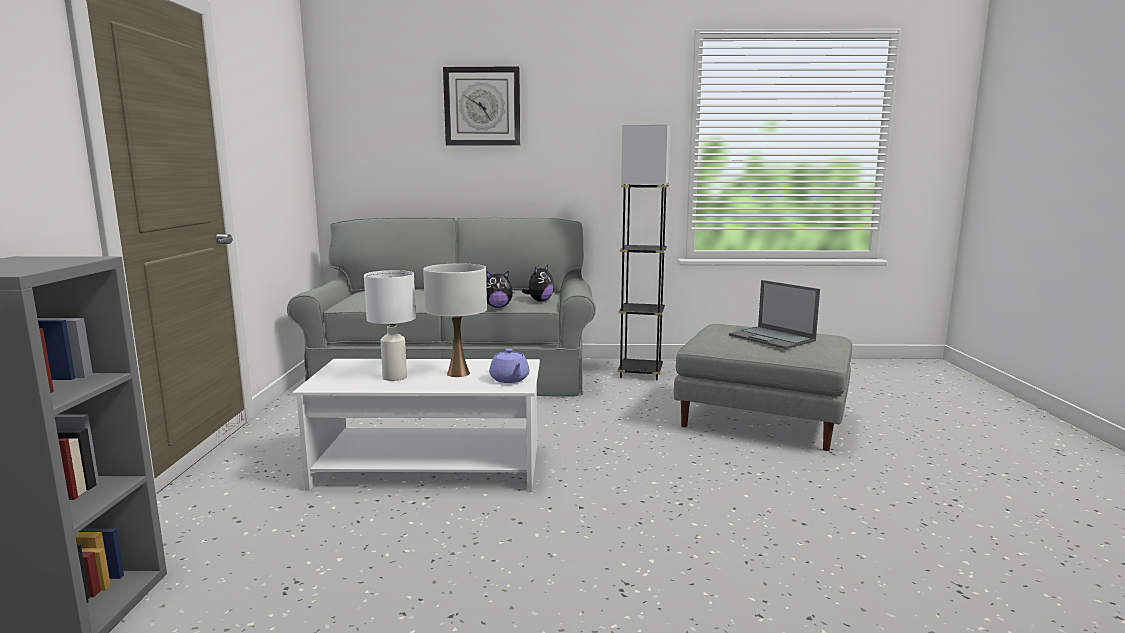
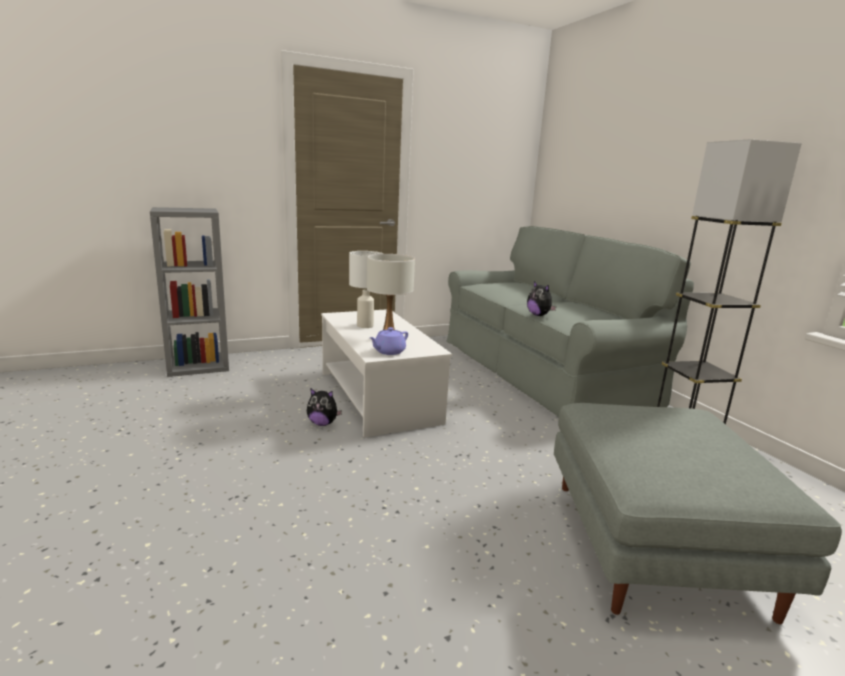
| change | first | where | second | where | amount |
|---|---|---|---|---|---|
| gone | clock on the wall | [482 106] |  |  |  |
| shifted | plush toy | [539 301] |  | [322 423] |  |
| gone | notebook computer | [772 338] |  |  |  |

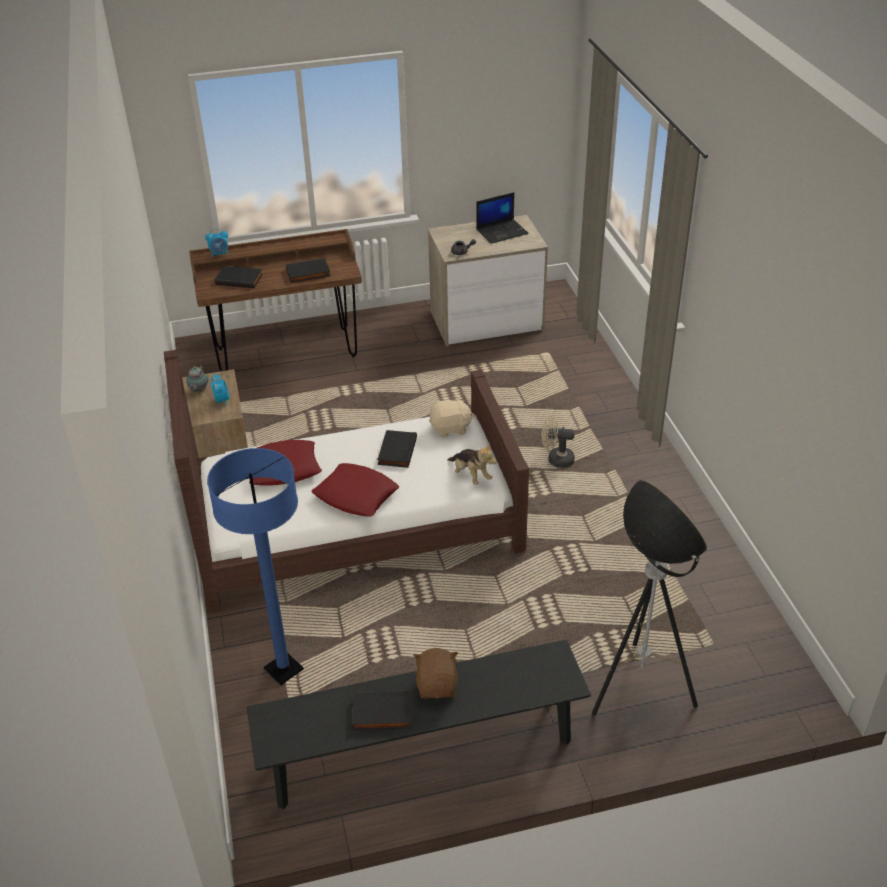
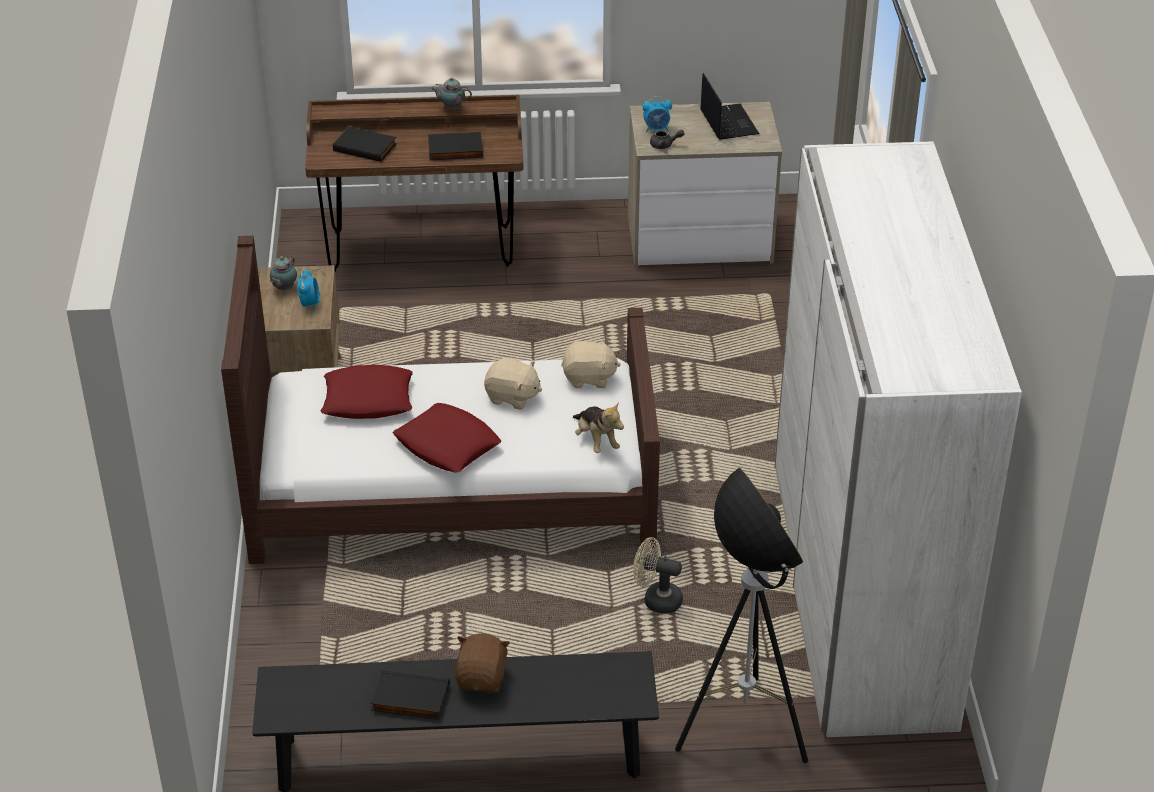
| change | first | where | second | where | amount |
|---|---|---|---|---|---|
| rotated | notebook computer | [502 231] |  | [728 122] | 90 degrees counterclockwise |
| shifted | table clock | [219 254] |  | [656 129] |  |
| shifted | beige fan | [556 459] |  | [656 599] |  |
| swapped | blackish volume | [396 451] | beige plush toy | [512 397] |  |
| gone | bluish floor lamp | [283 669] |  |  |  |
| new |  |  | teapot | [451 108] |  |
| new |  |  | white-coloured armoire | [860 593] |  |

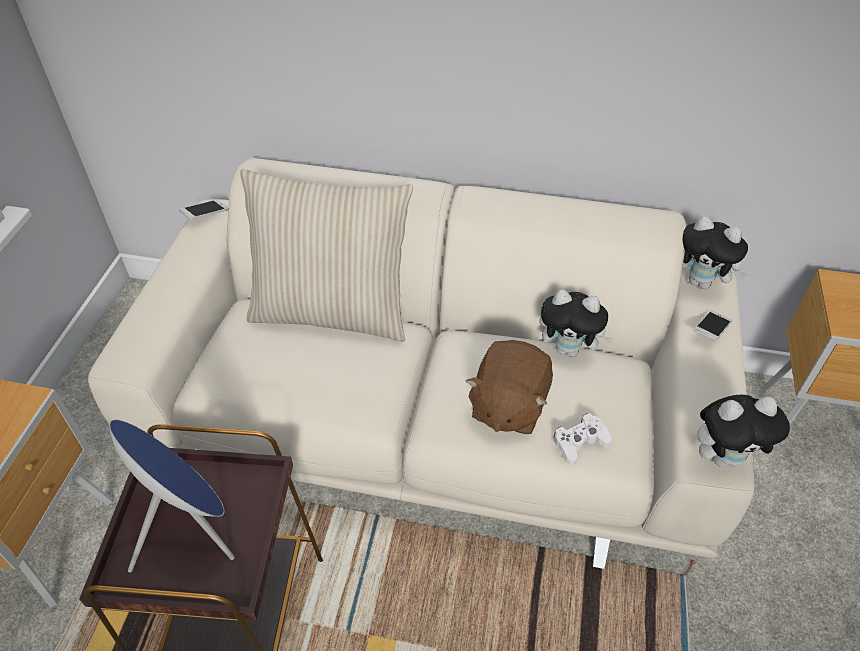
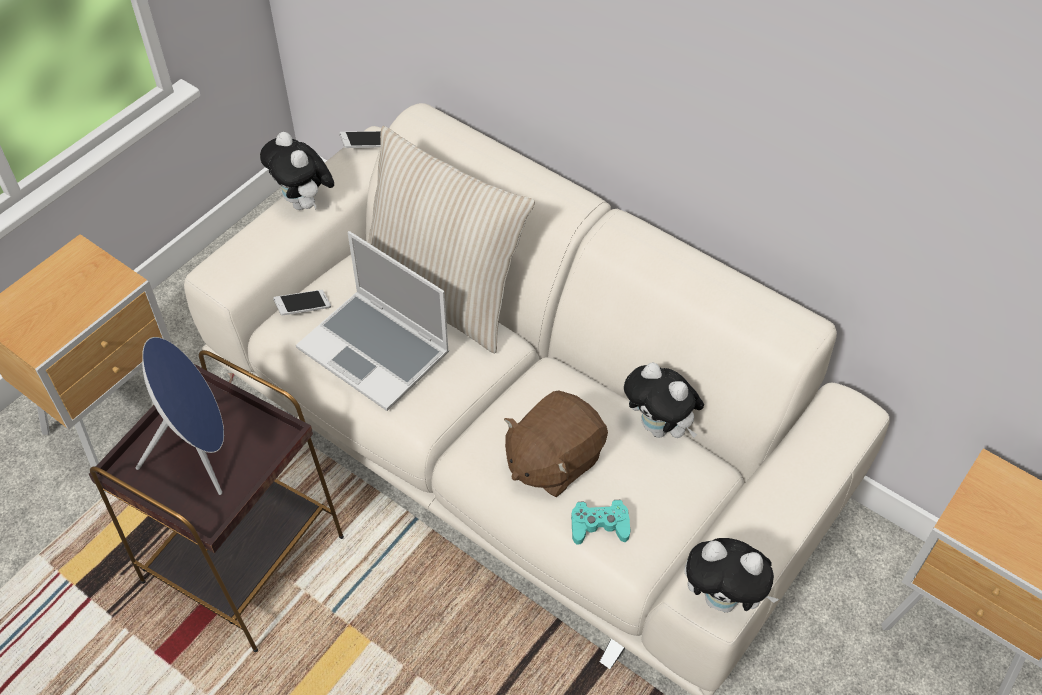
| change | first | where | second | where | amount |
|---|---|---|---|---|---|
| shifted | plush toy | [702 282] |  | [304 203] |  |
| shifted | telephone | [711 330] |  | [303 307] |  |
| repainted | white-coloured game controller | [580 442] | turquoise game controller | [599 526] |  |
| new |  |  | notebook computer | [376 351] |  |

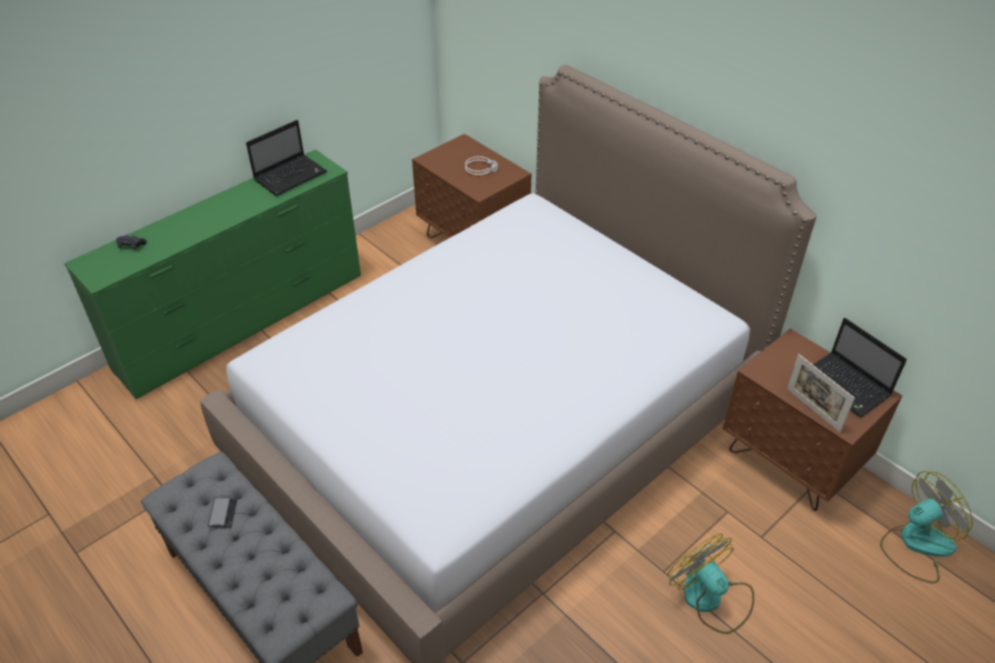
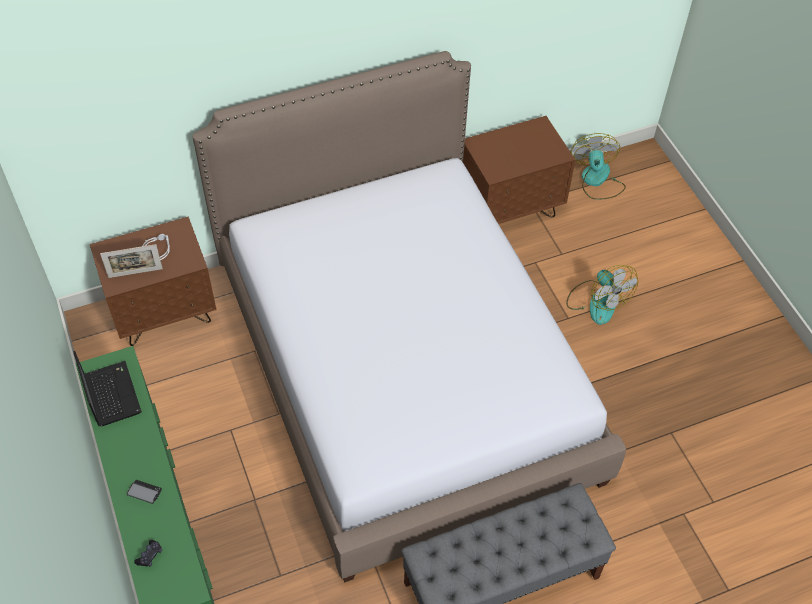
| change | first | where | second | where | amount |
|---|---|---|---|---|---|
| gone | notebook computer | [847 386] |  |  |  |
| shifted | standing frame | [813 409] |  | [135 273] |  |
| shifted | telephone | [223 513] |  | [144 492] |  |
| rotated | fan | [710 598] |  | [597 302] | 105 degrees counterclockwise |

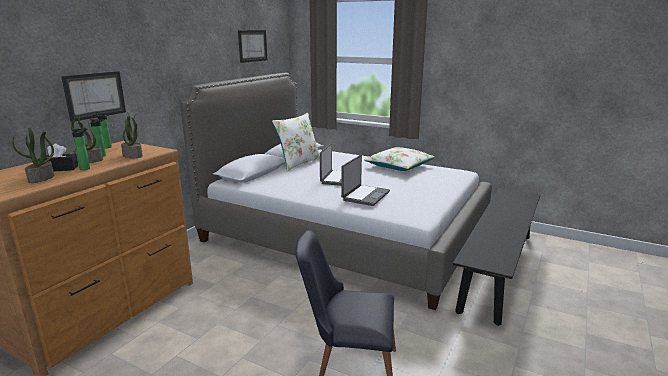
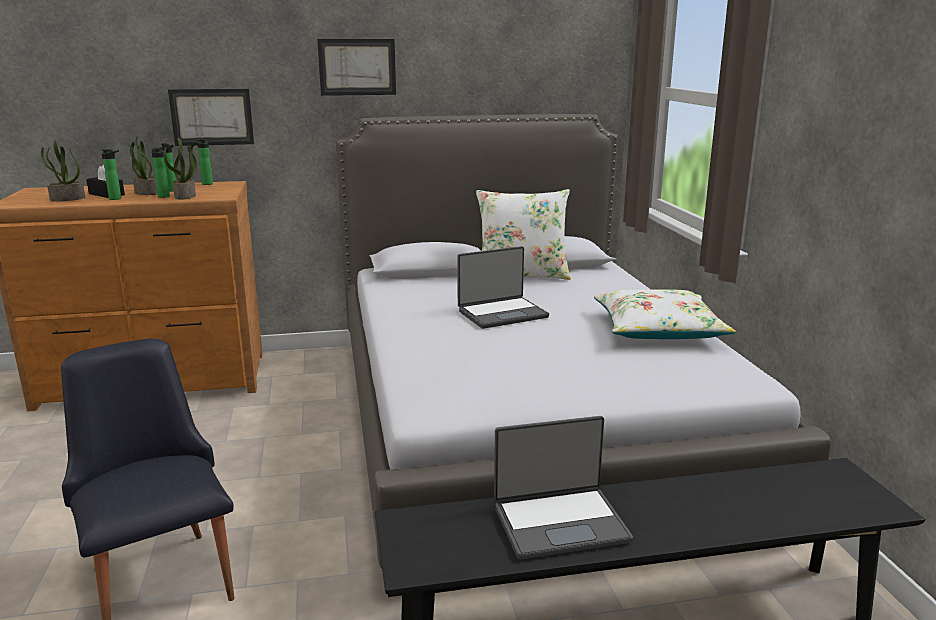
| change | first | where | second | where | amount |
|---|---|---|---|---|---|
| shifted | wall art | [252 46] |  | [357 67] |  |
| shifted | notebook computer | [365 196] |  | [560 522] |  |
| new |  |  | drink bottle | [163 196] |  |

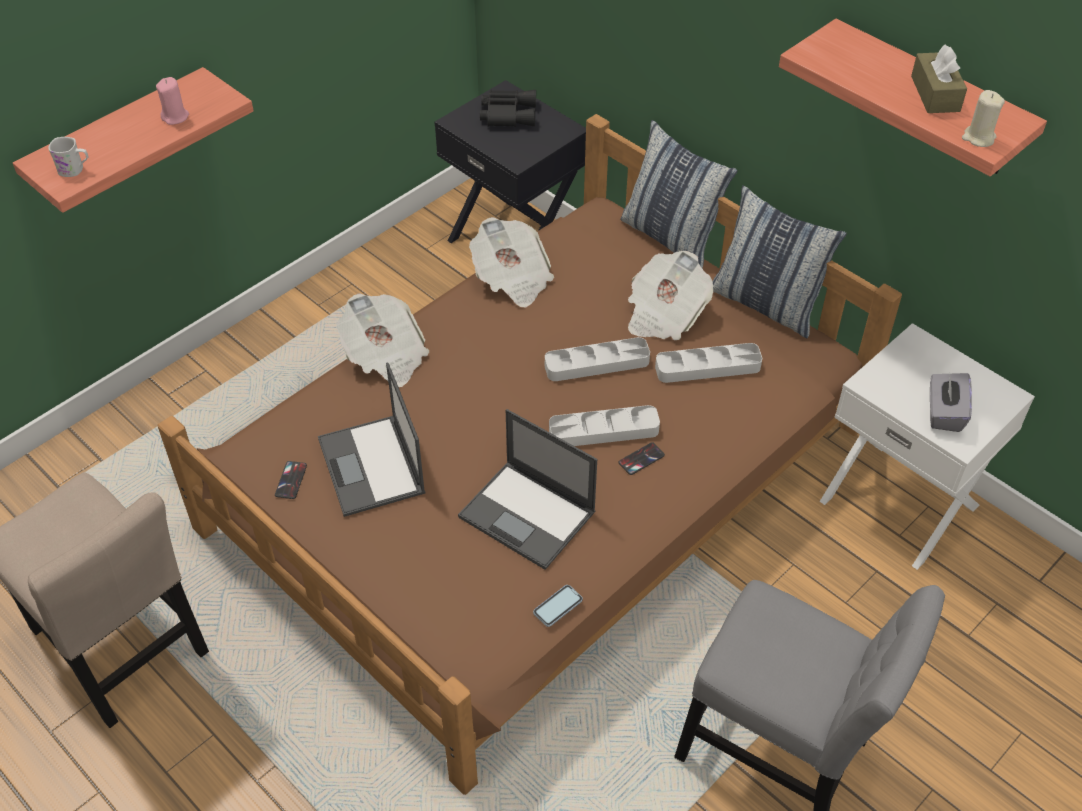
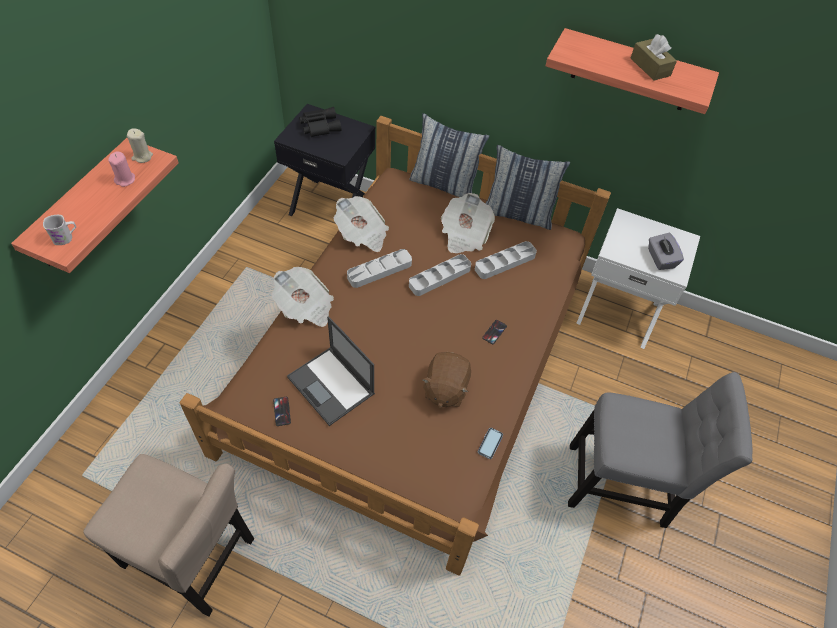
| change | first | where | second | where | amount |
|---|---|---|---|---|---|
| shifted | beige wax candle | [978 138] |  | [142 157] |  |
| shifted | grey tray | [603 431] |  | [379 270] |  |
| swapped | notebook computer | [528 515] | brownish plush toy | [445 389] |  |

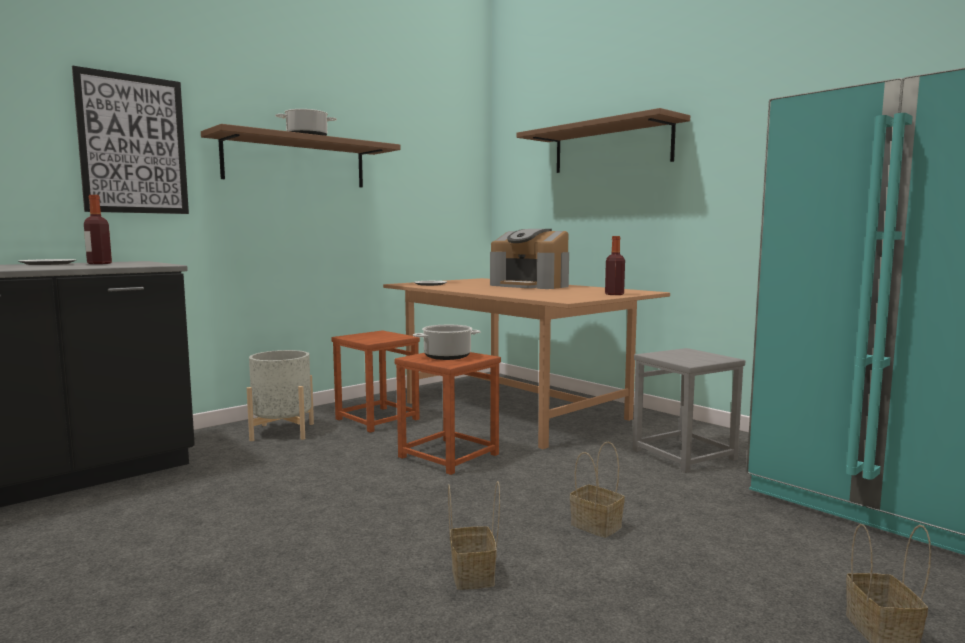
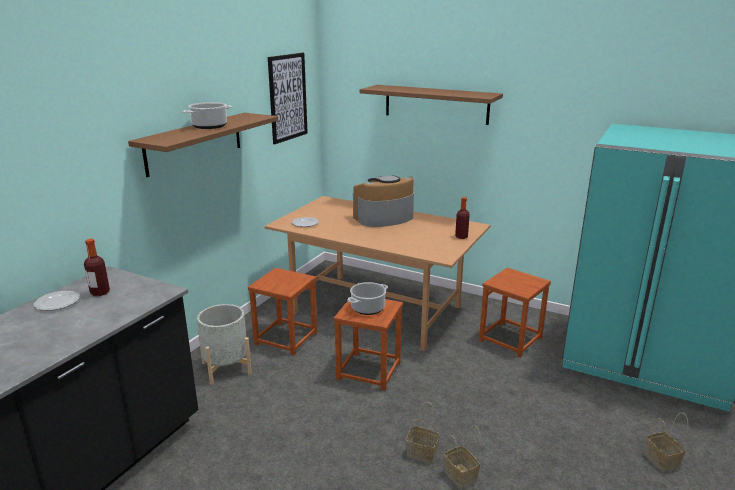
| change | first | where | second | where | amount |
|---|---|---|---|---|---|
| shifted | wall art | [133 144] |  | [287 97] |  |
| rotated | coffee machine | [531 285] |  | [383 218] | 135 degrees clockwise |
| repainted | grey sitting stool | [684 455] | brownish sitting stool | [510 339] |  |
| shifted | household basket | [594 525] |  | [421 453] |  |

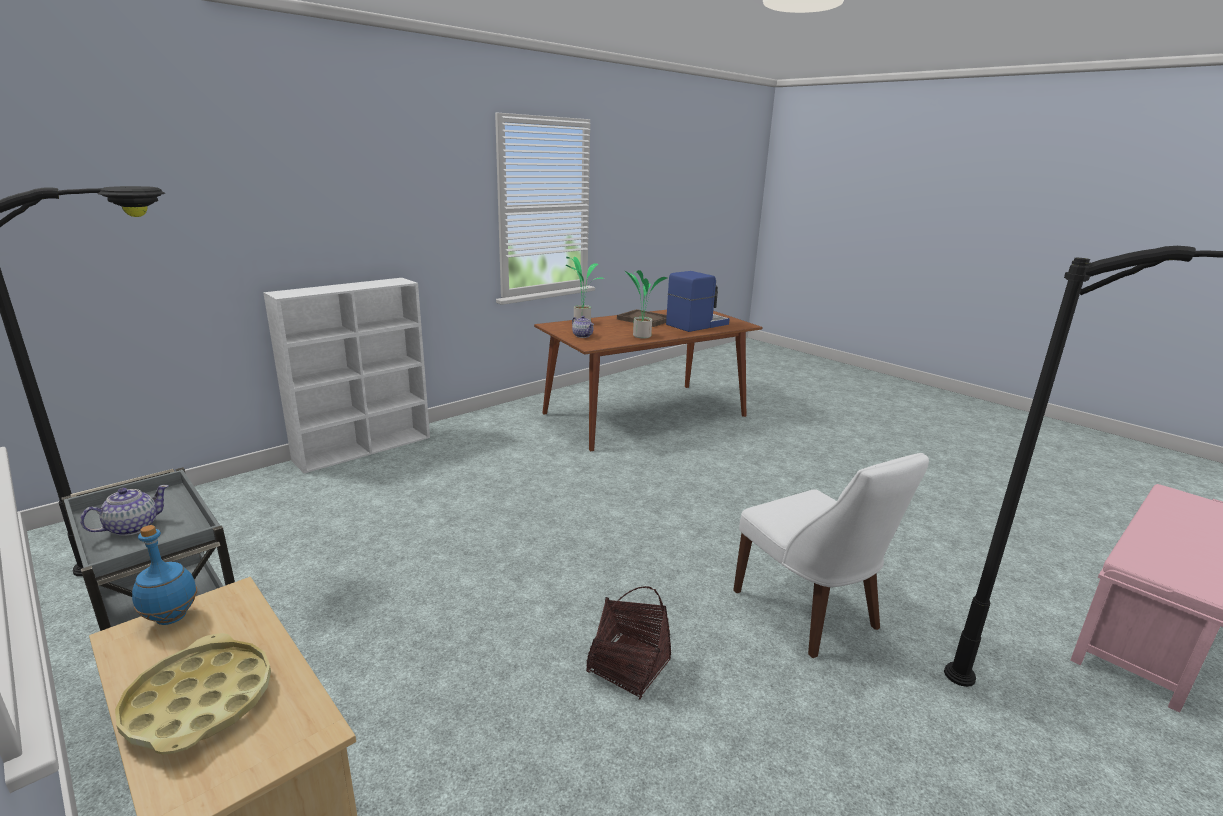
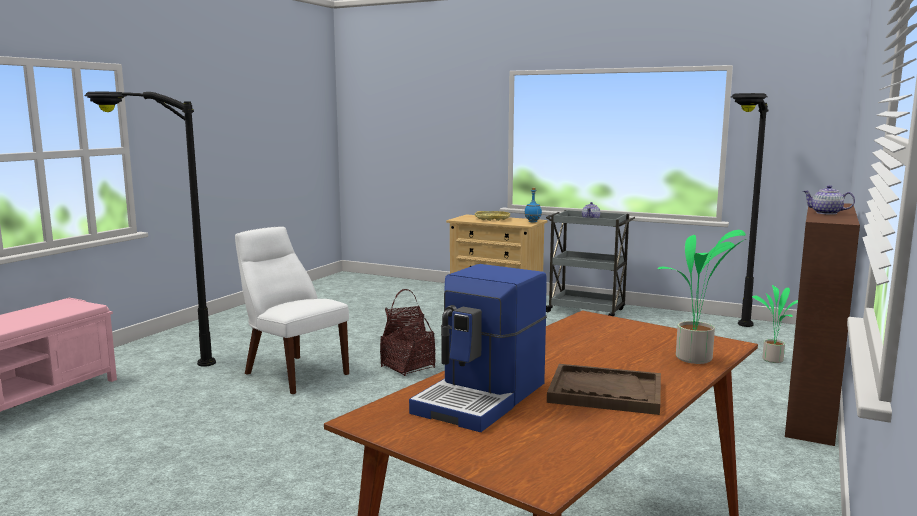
| change | first | where | second | where | amount |
|---|---|---|---|---|---|
| shifted | plant in a pot | [640 336] |  | [773 360] |  |
| repainted | white-coloured bookcase | [365 448] | brownish bookcase | [811 410] |  |
| shifted | teapot | [582 335] |  | [826 213] |  |
| new |  |  | household basket | [408 367] |  |

